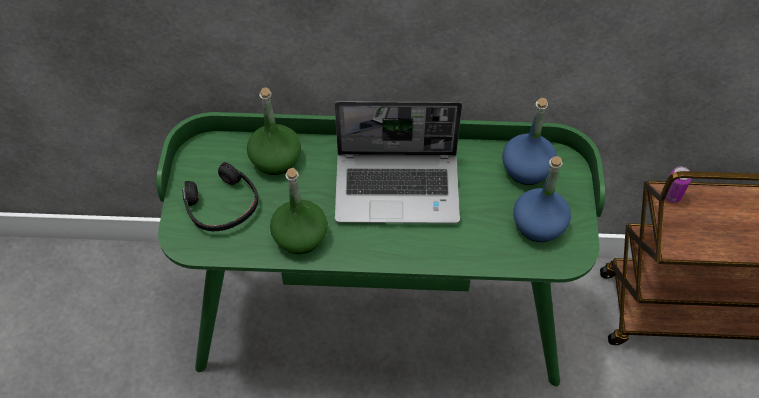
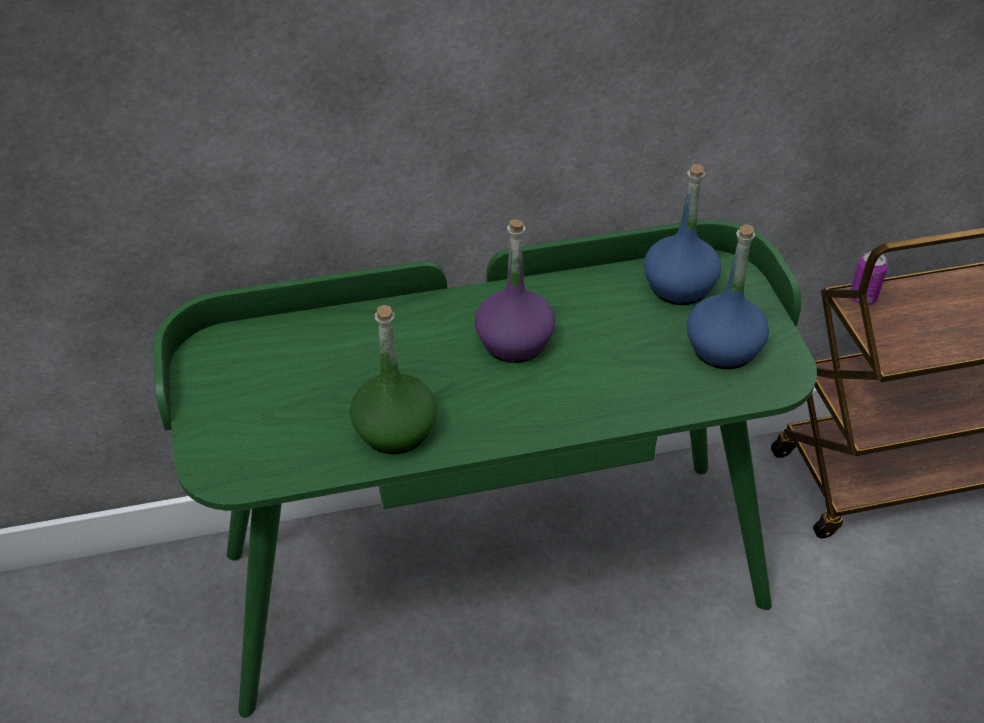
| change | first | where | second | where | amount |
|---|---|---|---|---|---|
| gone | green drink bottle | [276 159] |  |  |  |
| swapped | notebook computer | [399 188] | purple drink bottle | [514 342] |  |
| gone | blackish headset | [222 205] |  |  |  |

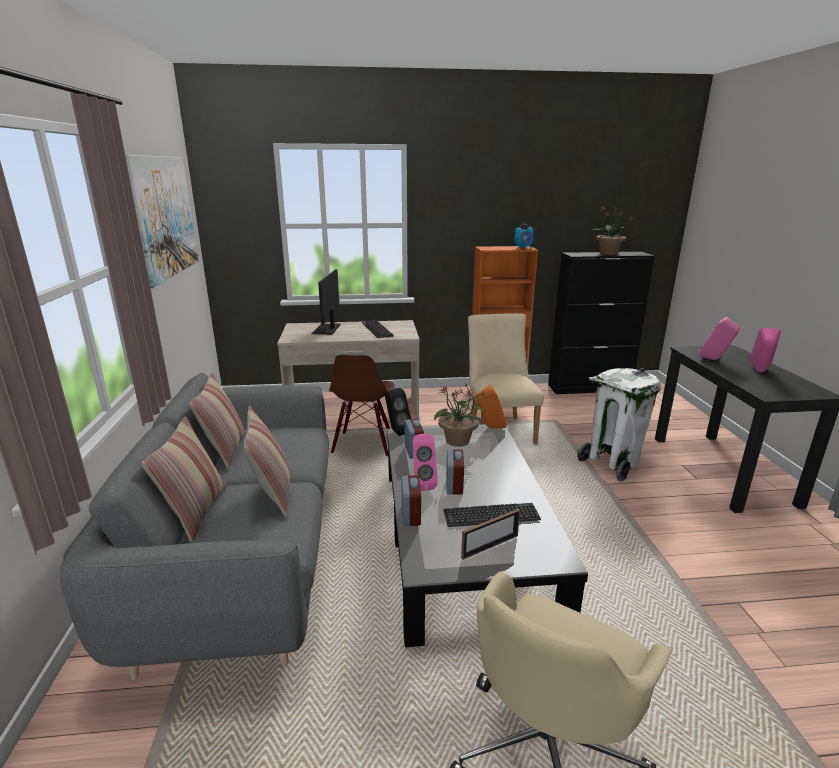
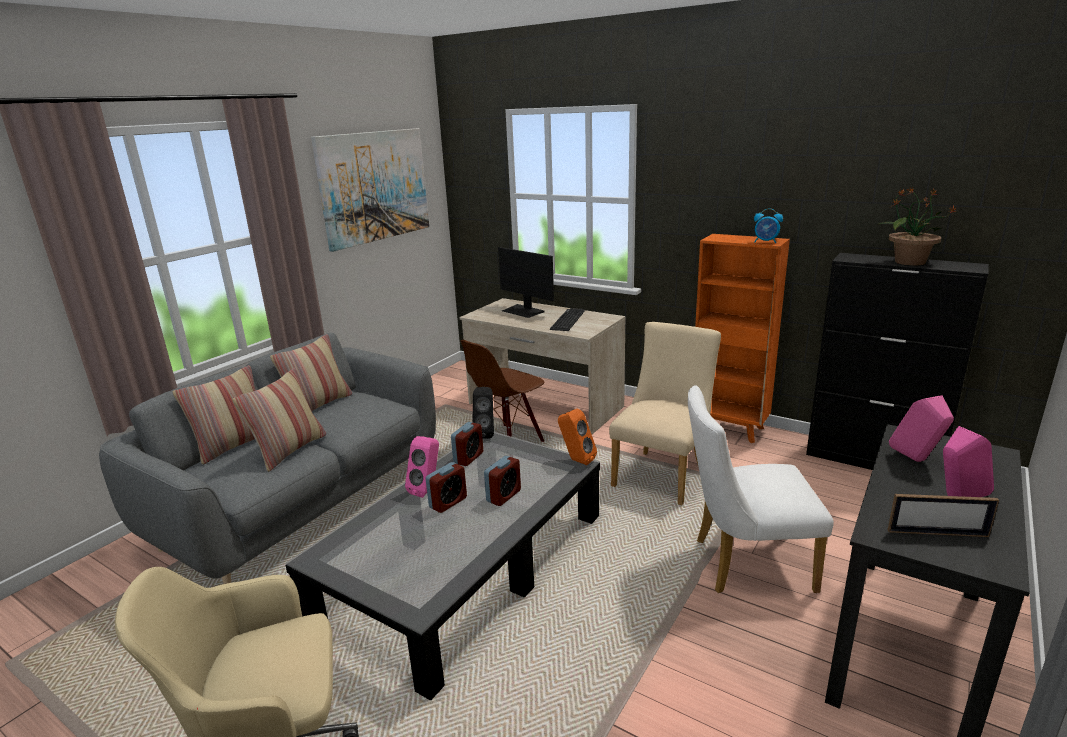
| change | first | where | second | where | amount |
|---|---|---|---|---|---|
| rotated | computer screen | [327 329] |  | [523 311] | 90 degrees counterclockwise |
| swapped | white-coloured trash can | [611 463] | white-coloured upright chair | [743 564] |  |
| gone | plant in a pot | [458 441] |  |  |  |
| shifted | table clock | [411 515] |  | [503 496] |  |
| gone | PC keyboard | [491 515] |  |  |  |
| shifted | standing frame | [490 546] |  | [937 533] |  |

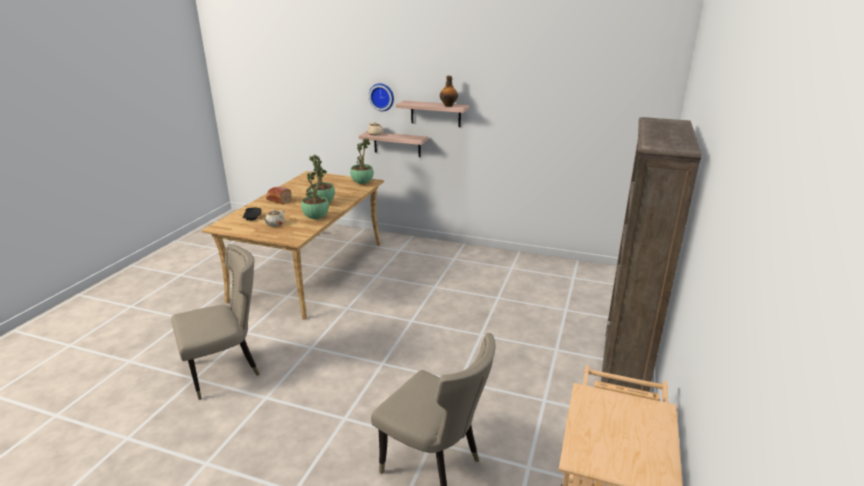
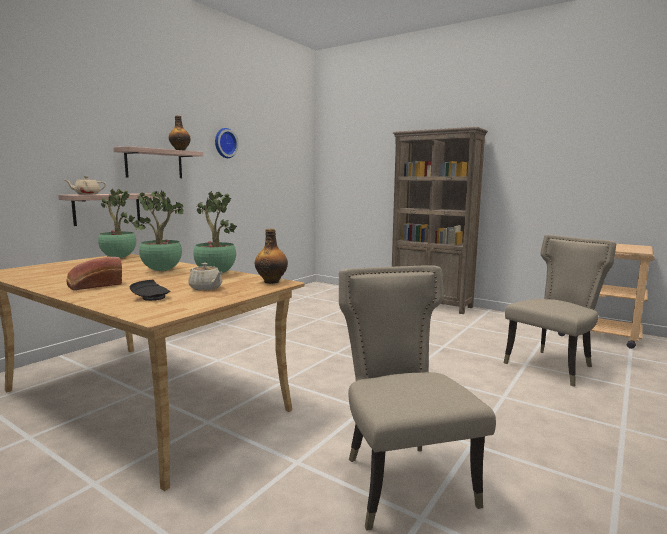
| change | first | where | second | where | amount |
|---|---|---|---|---|---|
| shifted | clock on the wall | [382 97] |  | [224 143] |  |
| new |  |  | drink bottle | [272 281] |  |

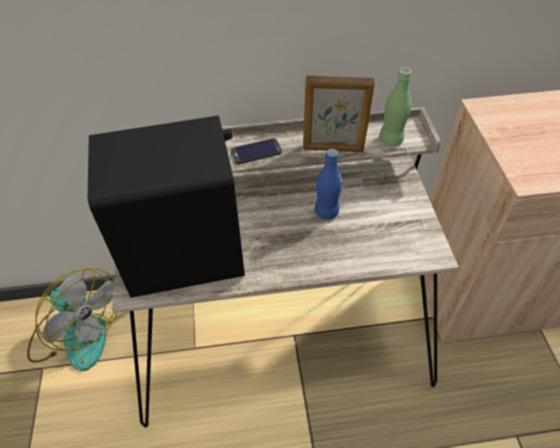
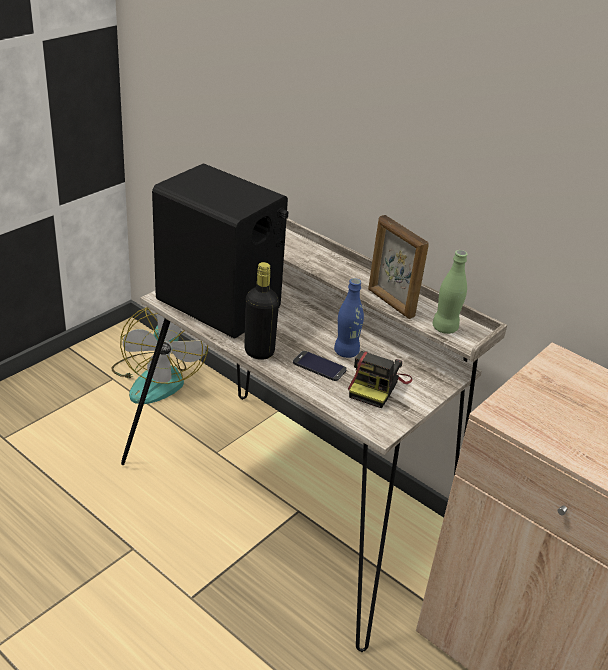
| change | first | where | second | where | amount |
|---|---|---|---|---|---|
| shifted | telephone | [256 151] |  | [319 366] |  |
| new |  |  | blackish drink bottle | [259 352] |  |
| new |  |  | still camera | [377 386] |  |

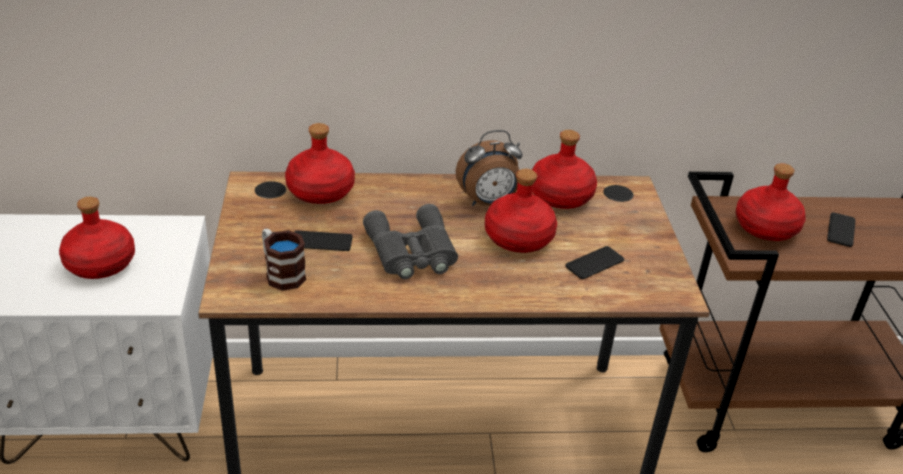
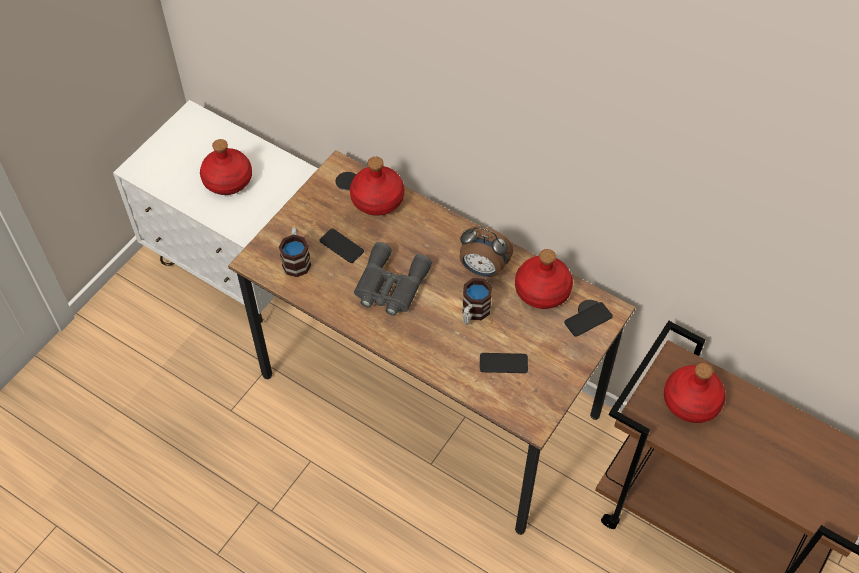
| change | first | where | second | where | amount |
|---|---|---|---|---|---|
| swapped | red drink bottle | [519 238] | tea mug | [473 313] |  |
| shifted | telephone | [841 230] |  | [588 319] |  |

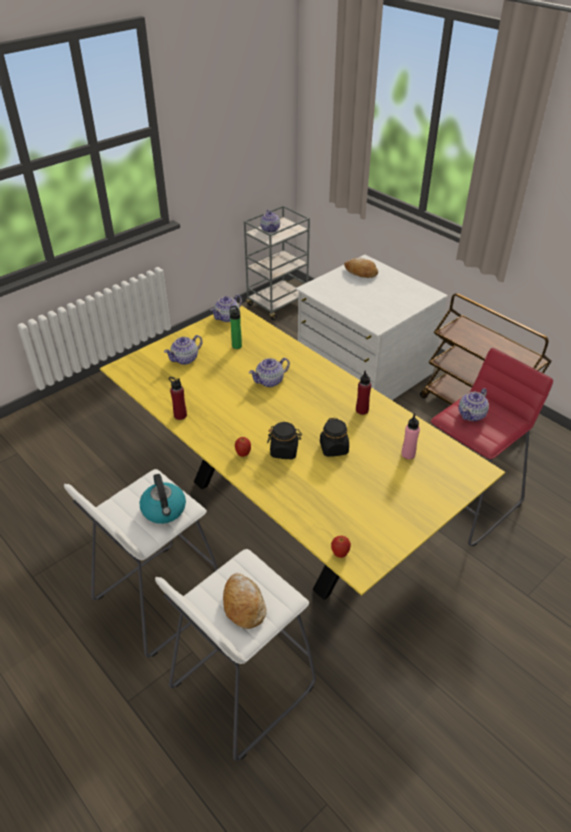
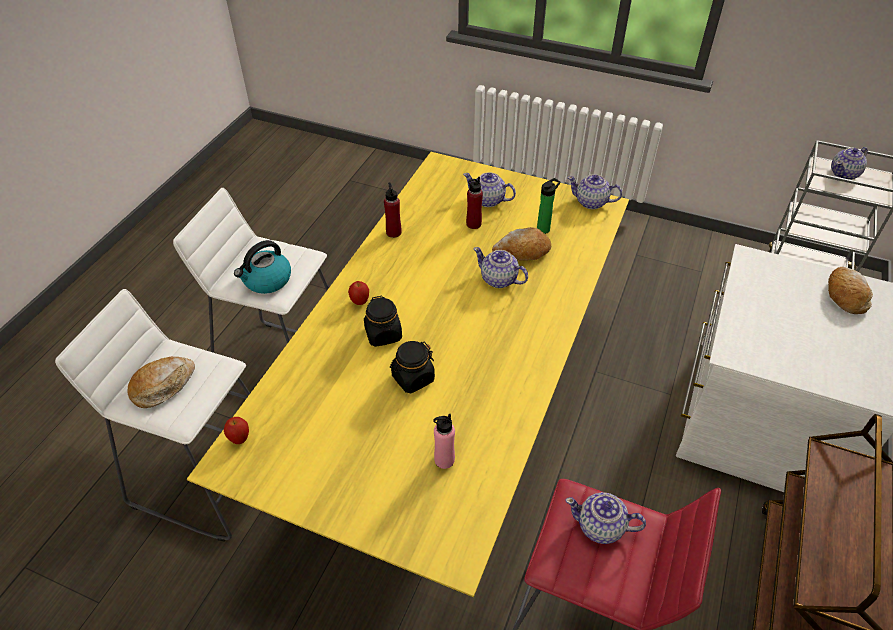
| change | first | where | second | where | amount |
|---|---|---|---|---|---|
| shifted | red drink bottle | [362 410] |  | [473 224] |  |
| new |  |  | bakery bread | [522 252] |  |

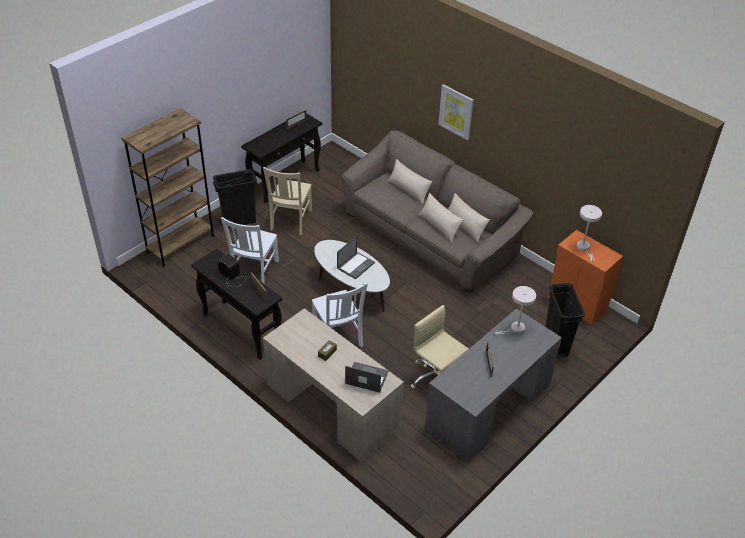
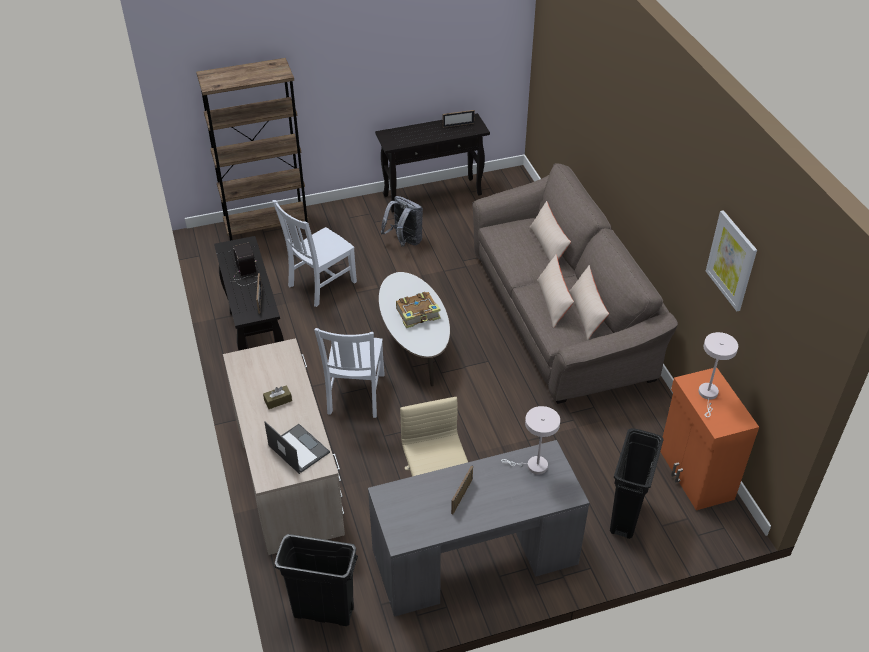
| change | first | where | second | where | amount |
|---|---|---|---|---|---|
| shifted | wall art | [456 112] |  | [731 260] |  |
| swapped | beige upright chair | [290 221] | grey backpack | [404 241] |  |
| shifted | blackish trash can | [239 222] |  | [323 612] |  |
| swapped | notebook computer | [356 265] | volume | [418 314] |  |

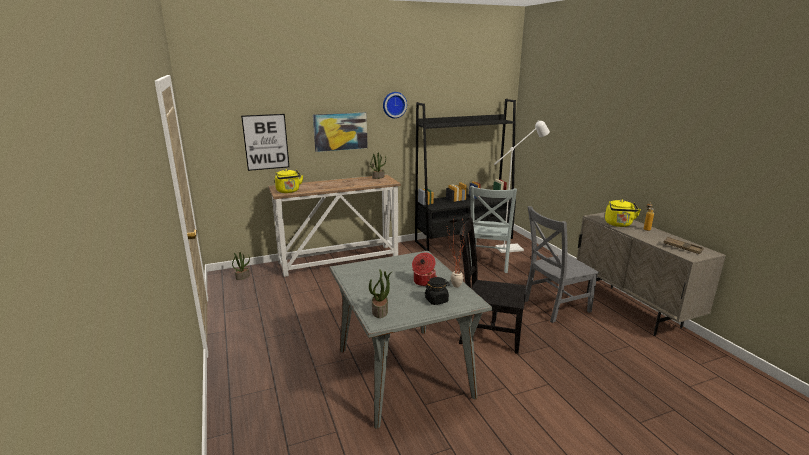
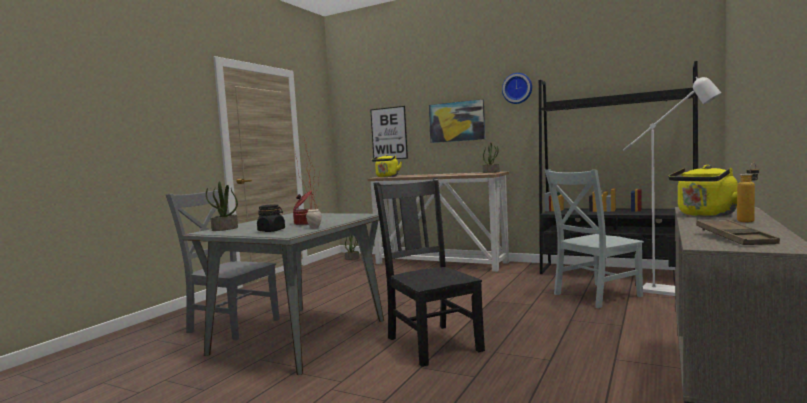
| change | first | where | second | where | amount |
|---|---|---|---|---|---|
| shifted | grey upright chair | [553 306] |  | [231 325] |  |

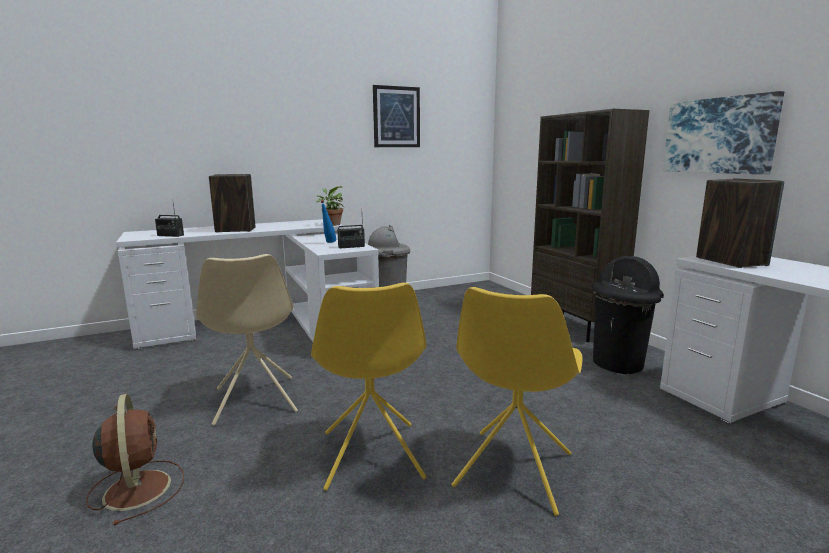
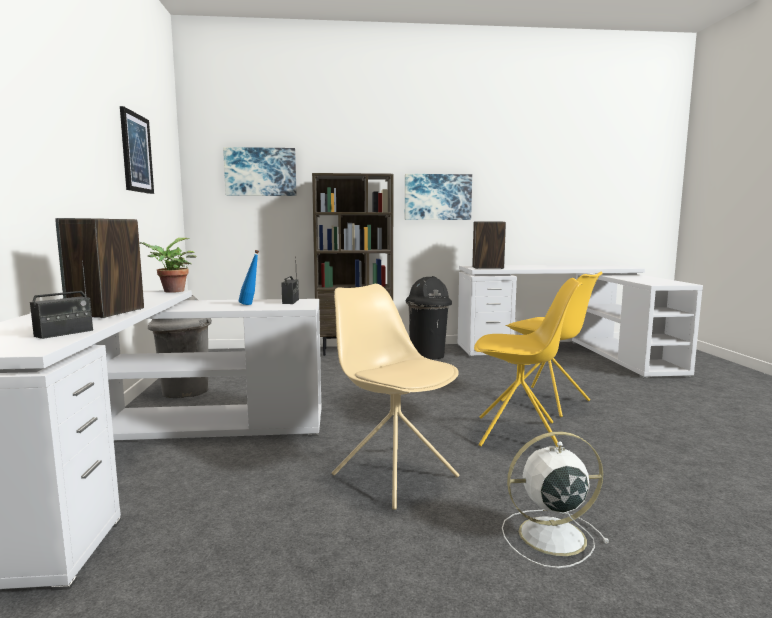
| change | first | where | second | where | amount |
|---|---|---|---|---|---|
| rotated | beige upright chair | [255 401] |  | [393 475] | 135 degrees counterclockwise |
| repainted | brownish fan | [137 488] | white-coloured fan | [549 536] |  |
| new |  |  | wall art | [260 172] |  |

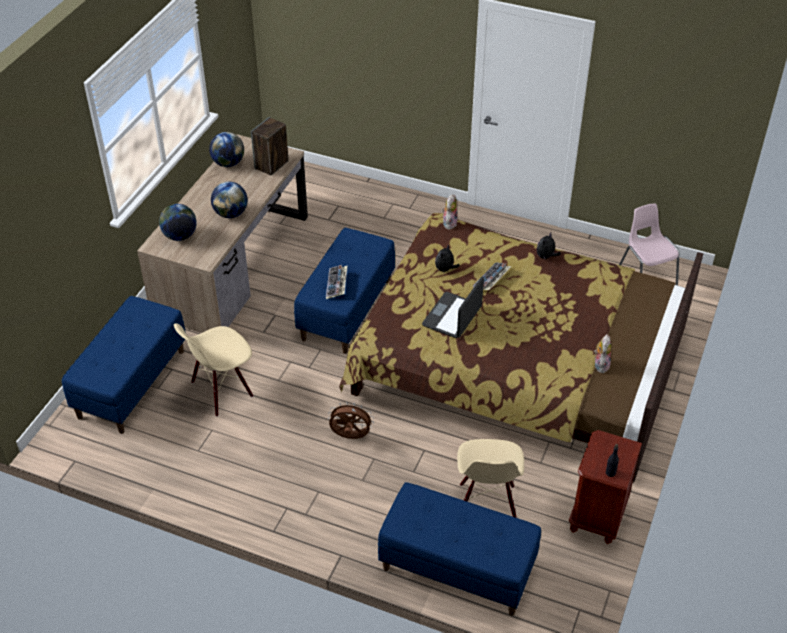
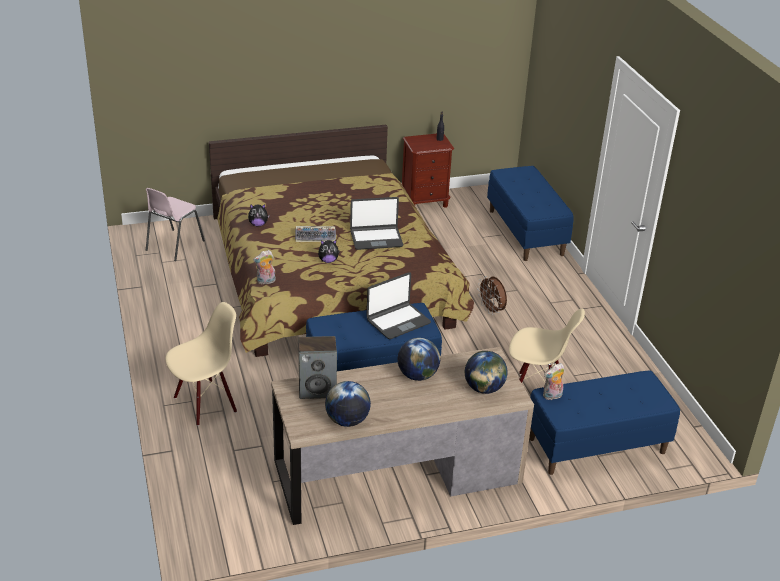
| change | first | where | second | where | amount |
|---|---|---|---|---|---|
| swapped | PC keyboard | [337 285] | notebook computer | [398 321] |  |
| shifted | plush toy | [600 365] |  | [552 396] |  |
| shifted | beige upright chair | [487 504] |  | [205 403] |  |

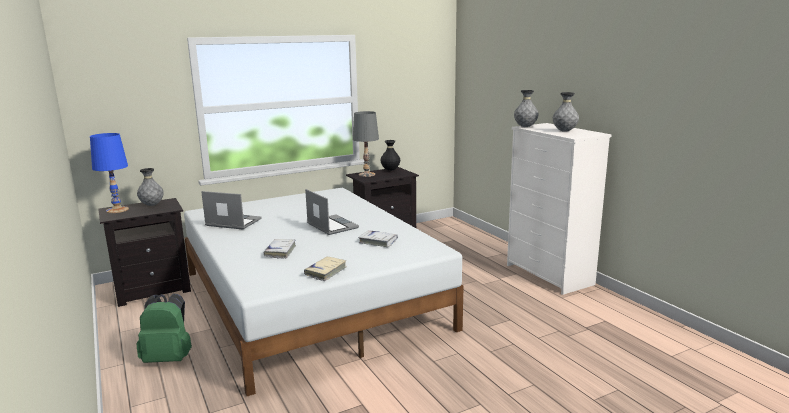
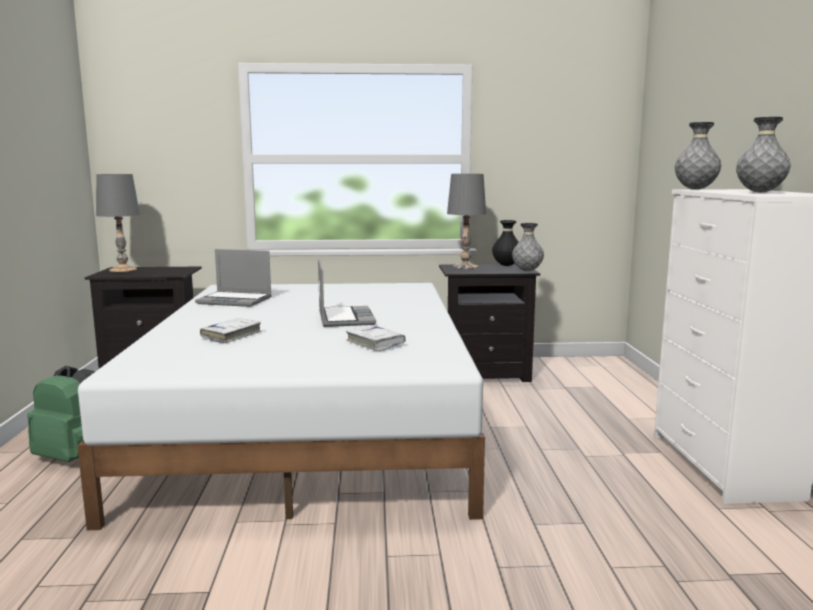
| change | first | where | second | where | amount |
|---|---|---|---|---|---|
| repainted | bluish lamp for a table | [117 210] | grey lamp for a table | [123 269] |  |
| shifted | grey vase | [152 205] |  | [527 271] |  |
| rotated | notebook computer | [232 223] |  | [236 300] | 150 degrees clockwise |
| gone | beige volume | [326 272] |  |  |  |

